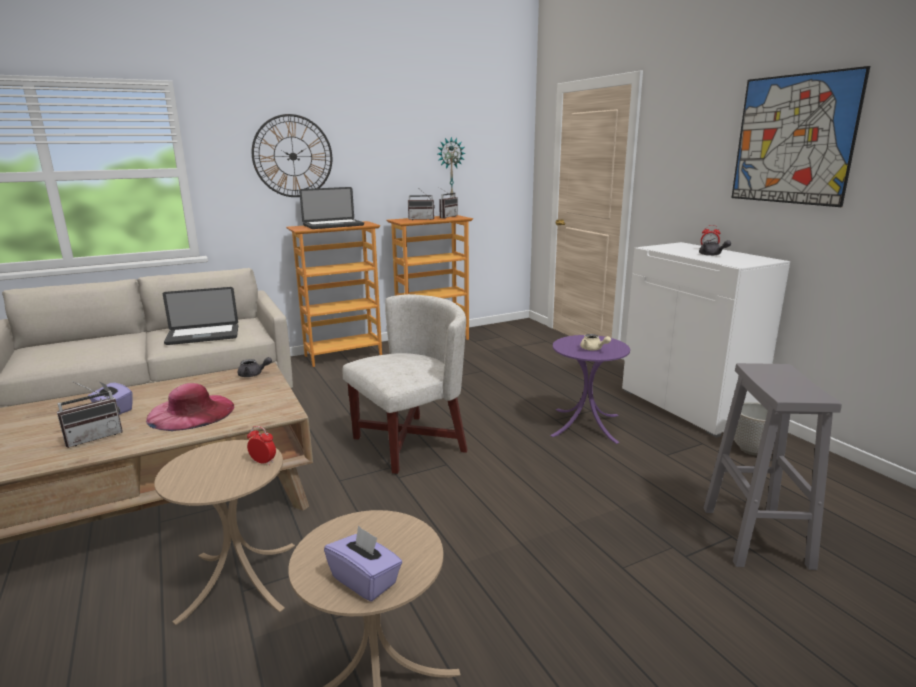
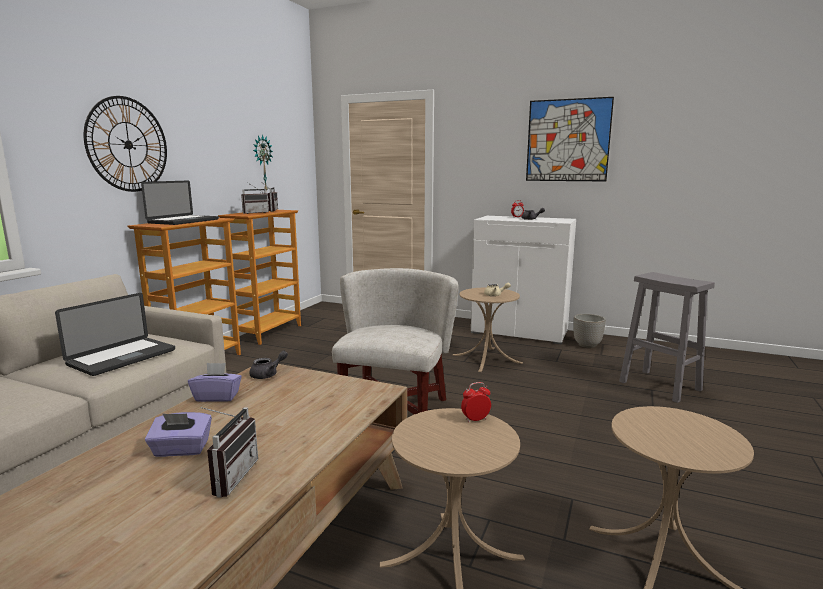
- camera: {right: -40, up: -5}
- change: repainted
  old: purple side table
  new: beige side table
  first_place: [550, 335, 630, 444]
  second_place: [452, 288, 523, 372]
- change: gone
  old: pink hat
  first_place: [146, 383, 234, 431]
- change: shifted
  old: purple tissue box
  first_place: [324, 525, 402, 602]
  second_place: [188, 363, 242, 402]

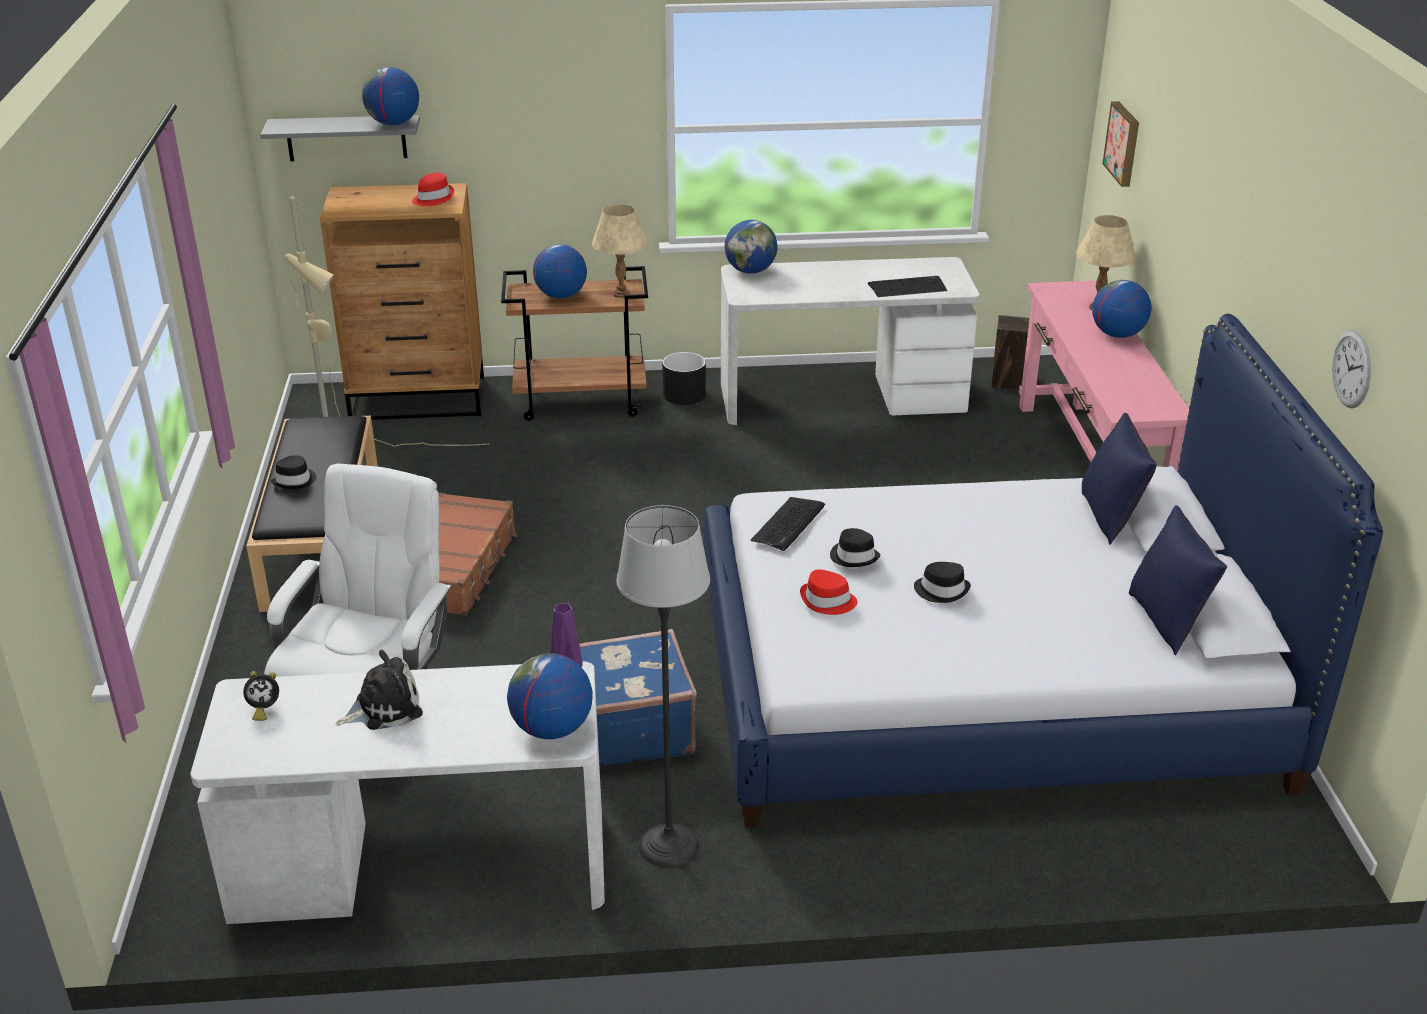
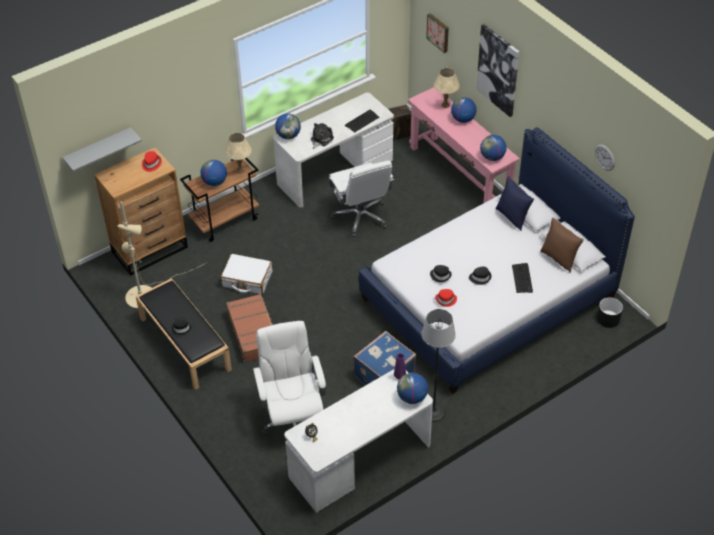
- camera: {right: -30, up: 15}
- change: shifted
  old: globe
  first_place: [362, 67, 419, 125]
  second_place: [480, 135, 507, 161]
- change: shifted
  old: black planter
  first_place: [662, 352, 706, 405]
  second_place: [597, 297, 623, 328]
- change: shifted
  old: keyboard
  first_place: [751, 497, 825, 551]
  second_place: [512, 263, 533, 293]
- change: repainted
  old: blue pillow
  new: brown pillow
  first_place: [1129, 505, 1227, 655]
  second_place: [540, 218, 584, 273]
- change: shifted
  old: plush toy
  first_place: [336, 650, 423, 730]
  second_place: [311, 123, 334, 149]
- change: new
  new: picture
  second_place: [476, 24, 519, 117]
- change: new
  new: white office chair
  second_place: [329, 160, 394, 237]
- change: new
  new: white suitcase
  second_place: [221, 254, 272, 295]

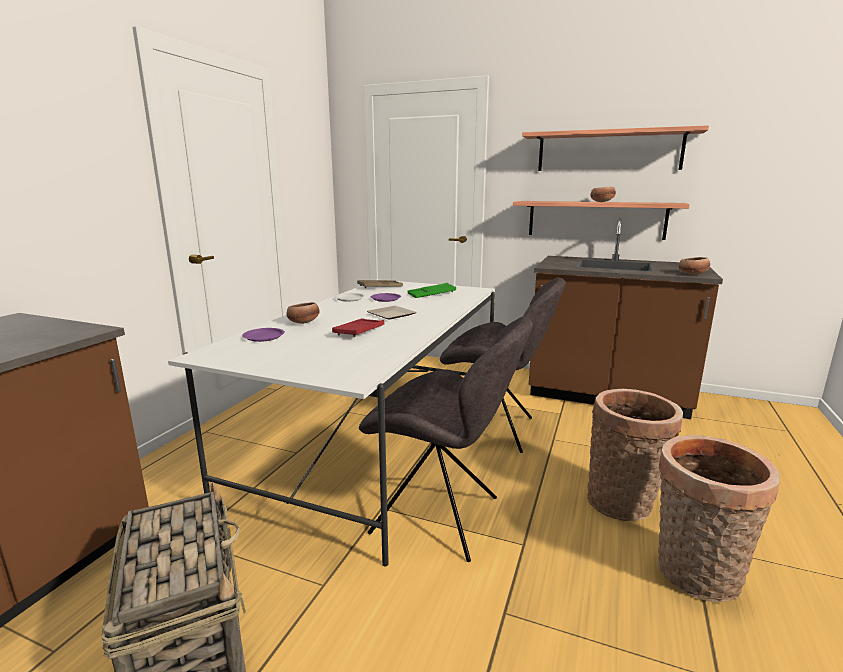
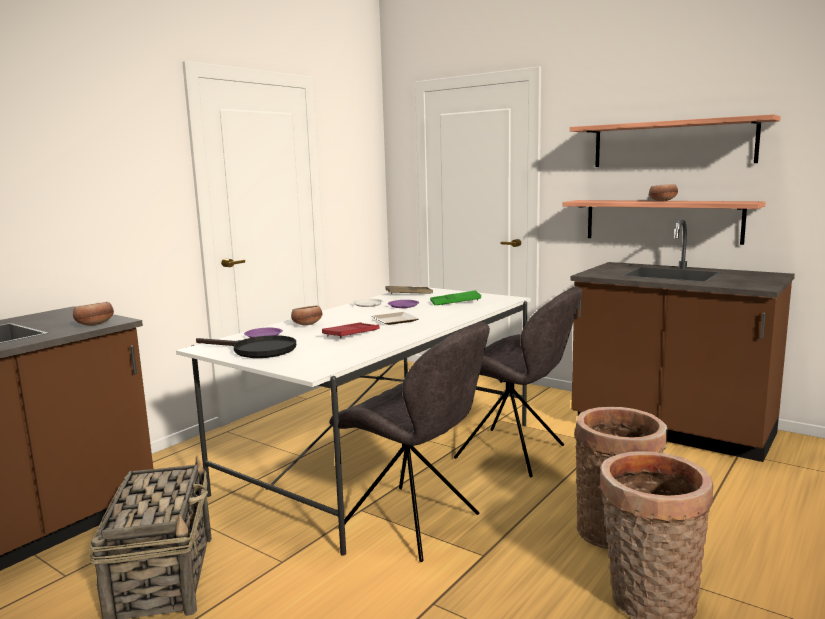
- camera: {right: 15, up: -5}
- change: shifted
  old: bowl
  first_place: [679, 257, 710, 275]
  second_place: [73, 302, 114, 326]
- change: new
  new: black frying pan
  second_place: [196, 335, 296, 358]

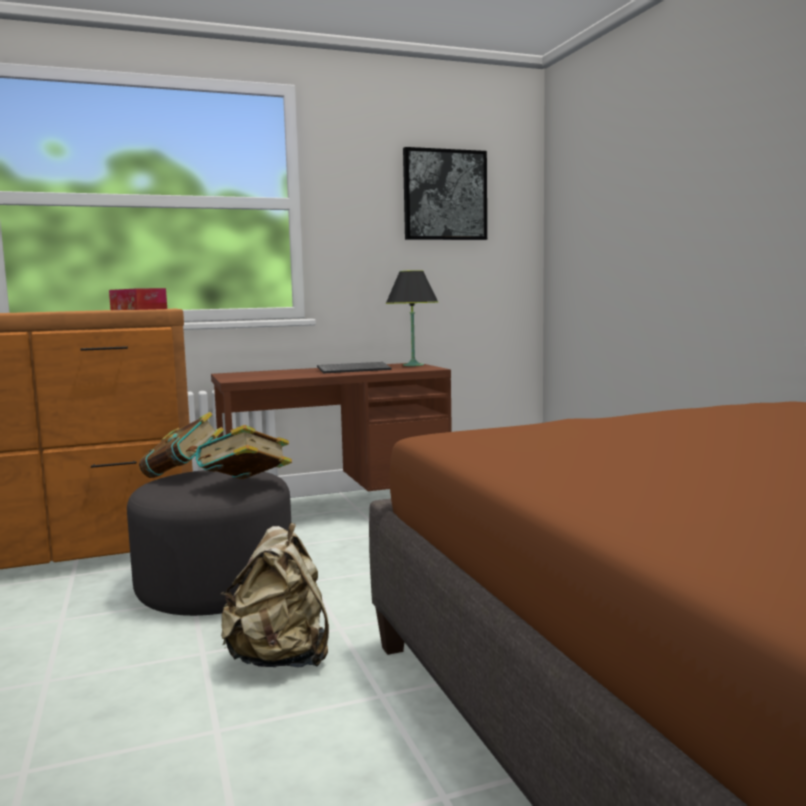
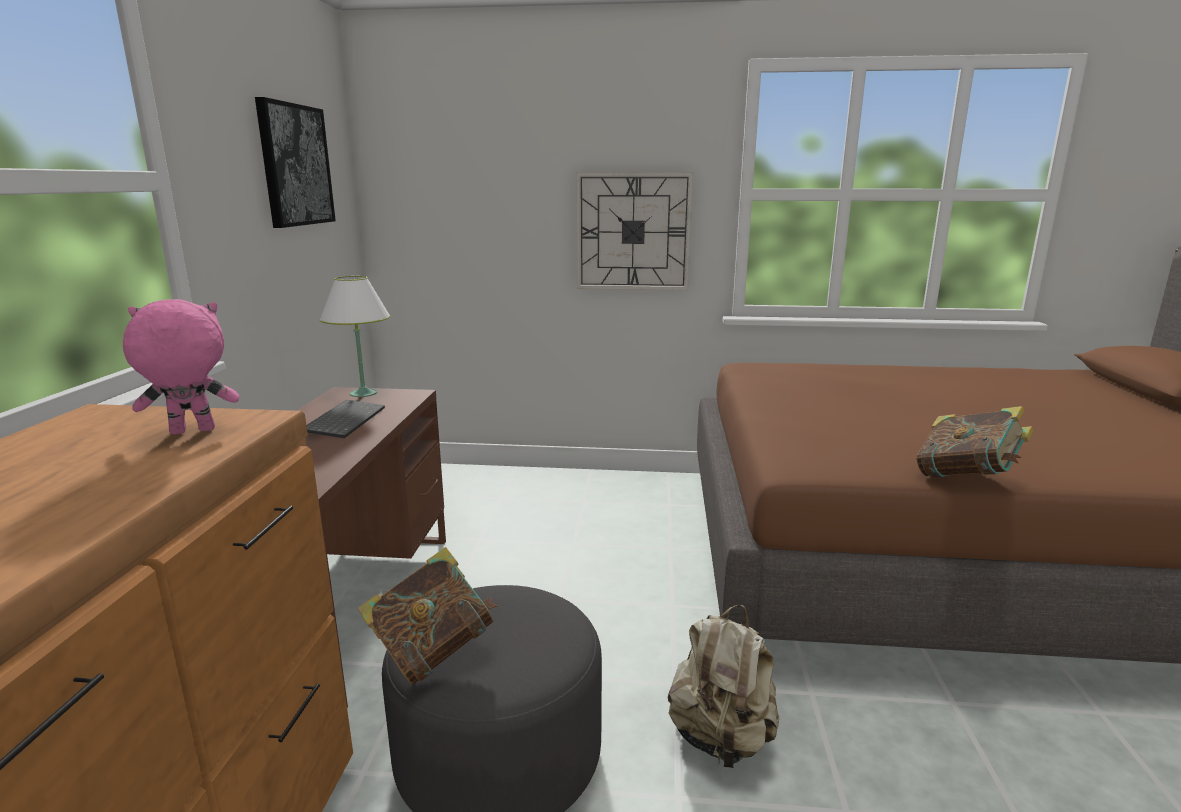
- camera: {right: -65, up: 10}
- change: repainted
  old: black table lamp
  new: white table lamp
  first_place: [386, 270, 438, 366]
  second_place: [320, 276, 390, 397]
- change: swapped
  old: tissue box
  new: pink plush toy
  first_place: [109, 288, 167, 310]
  second_place: [123, 299, 239, 434]
- change: shifted
  old: book
  first_place: [196, 425, 292, 479]
  second_place: [916, 406, 1034, 478]
- change: new
  new: wall clock
  second_place: [576, 172, 693, 290]

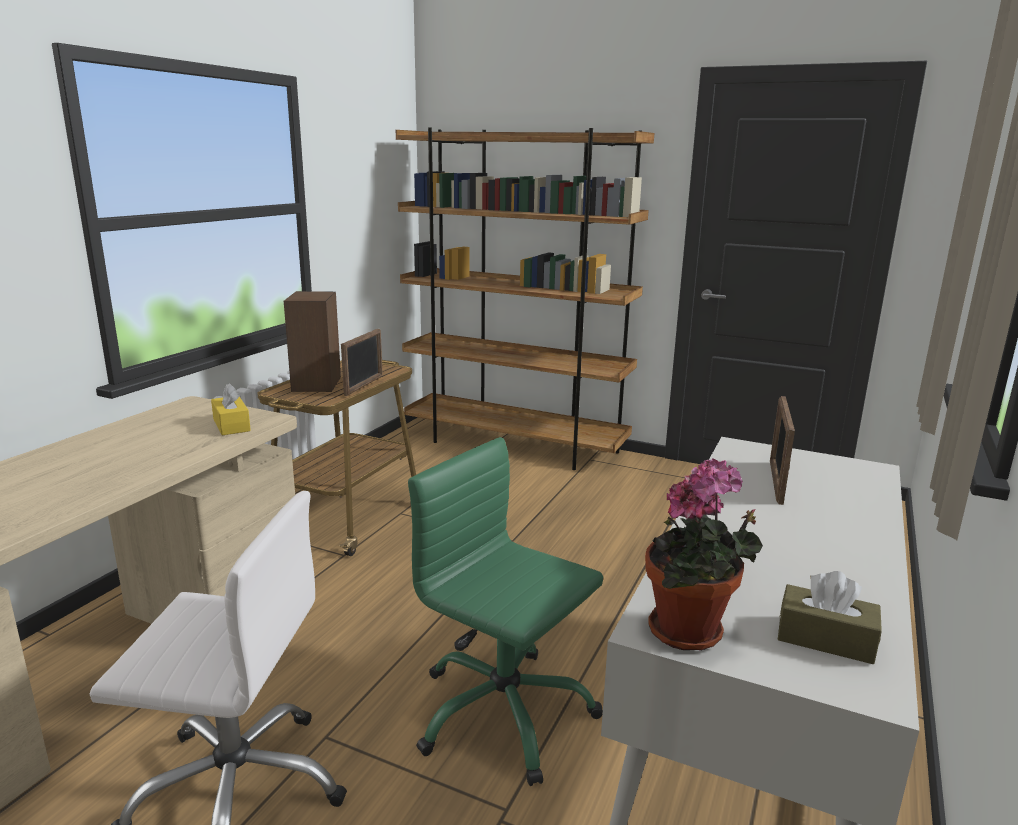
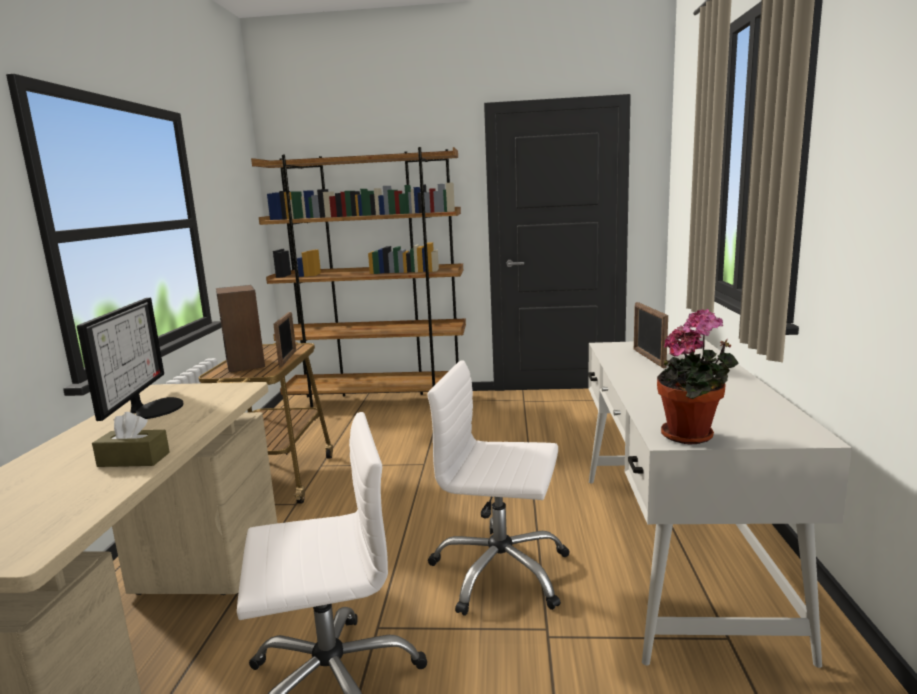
- camera: {right: -20, up: -5}
- change: gone
  old: yellow tissue box
  first_place: [211, 383, 251, 435]
- change: repainted
  old: green office chair
  new: white office chair
  first_place: [408, 437, 603, 786]
  second_place: [427, 360, 570, 616]
- change: shifted
  old: brown tissue box
  first_place: [778, 571, 882, 664]
  second_place: [92, 412, 170, 467]
- change: new
  new: monitor
  second_place: [77, 298, 184, 421]

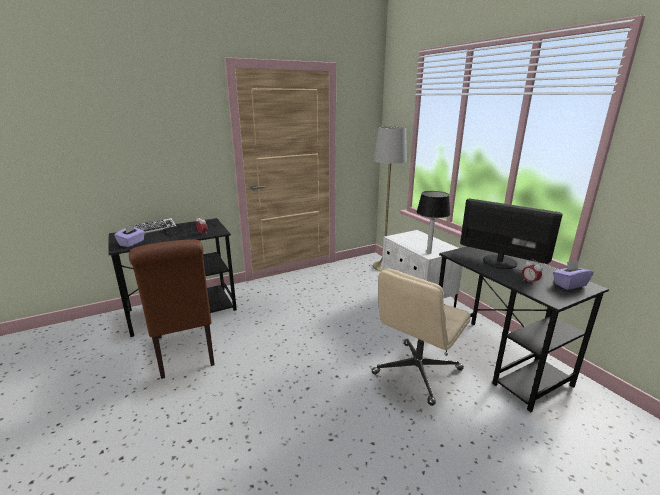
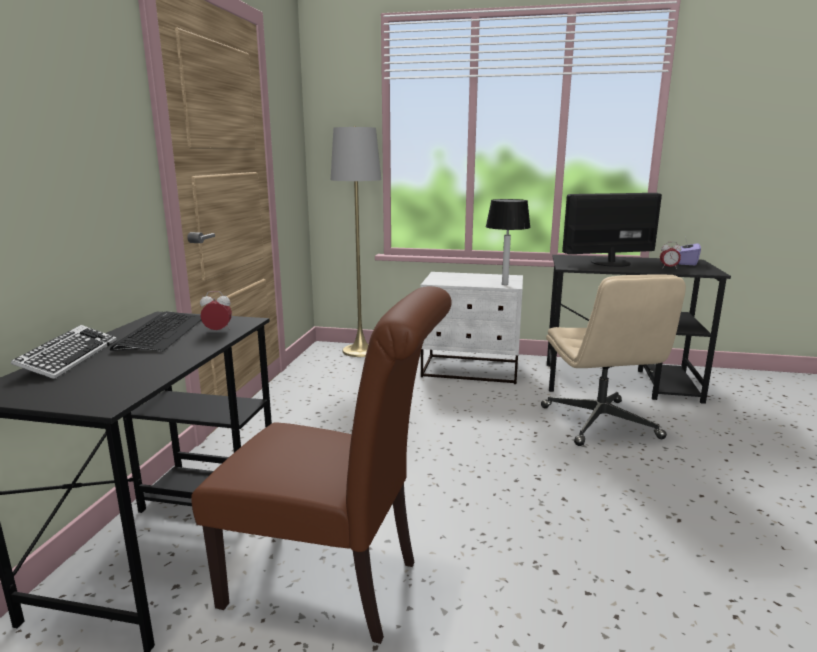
- camera: {right: -50, up: -5}
- change: gone
  old: purple tissue box
  first_place: [114, 224, 145, 247]

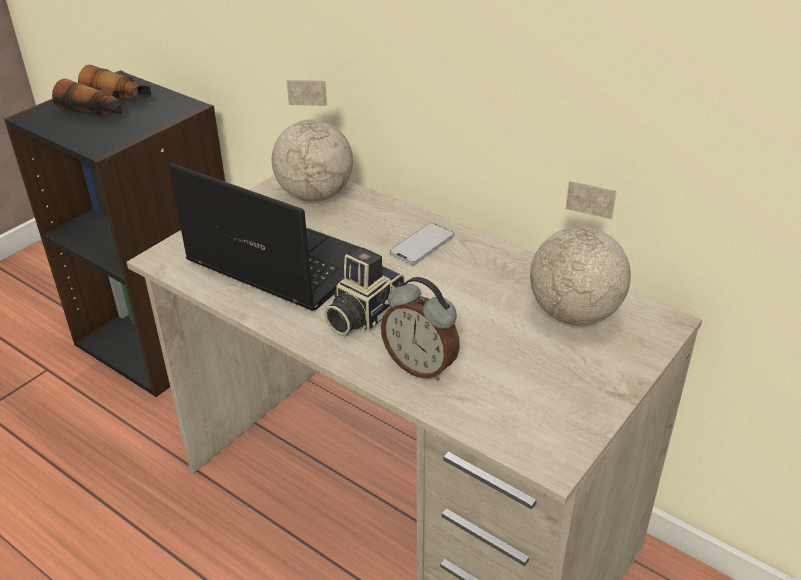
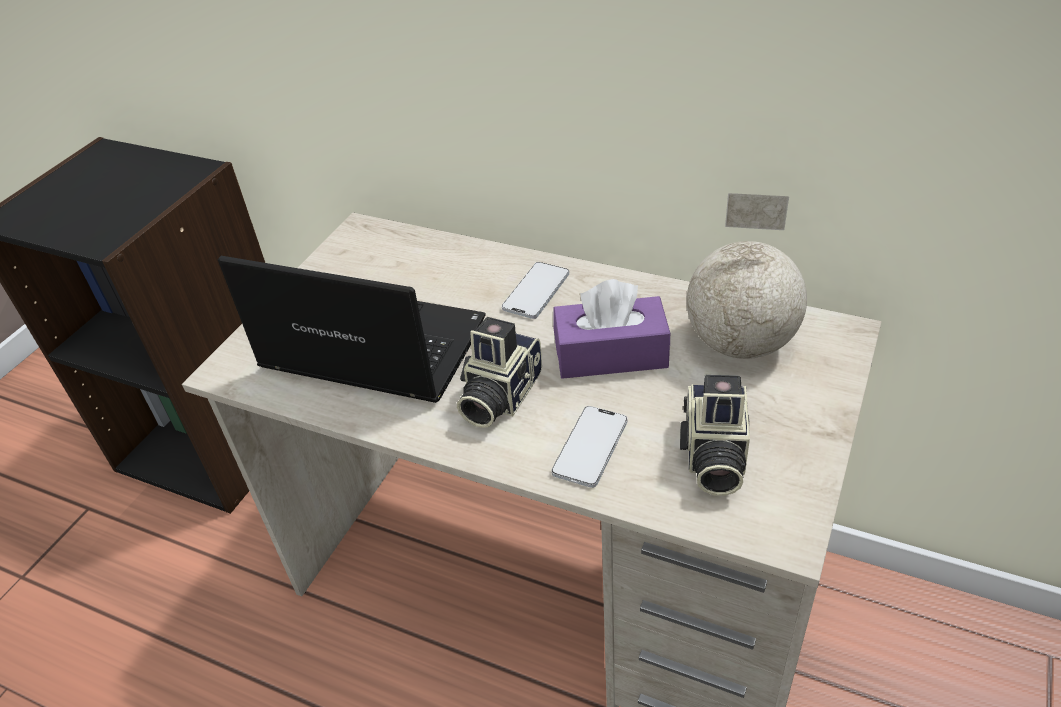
- camera: {right: -10, up: 5}
- change: gone
  old: binoculars
  first_place: [52, 65, 151, 115]
- change: gone
  old: globe
  first_place: [272, 80, 353, 202]
- change: swapped
  old: alarm clock
  new: phone
  first_place: [381, 277, 460, 381]
  second_place: [551, 406, 627, 488]
- change: new
  new: purple tissue box
  second_place: [553, 279, 670, 379]
- change: new
  new: photo camera
  second_place: [680, 375, 750, 496]

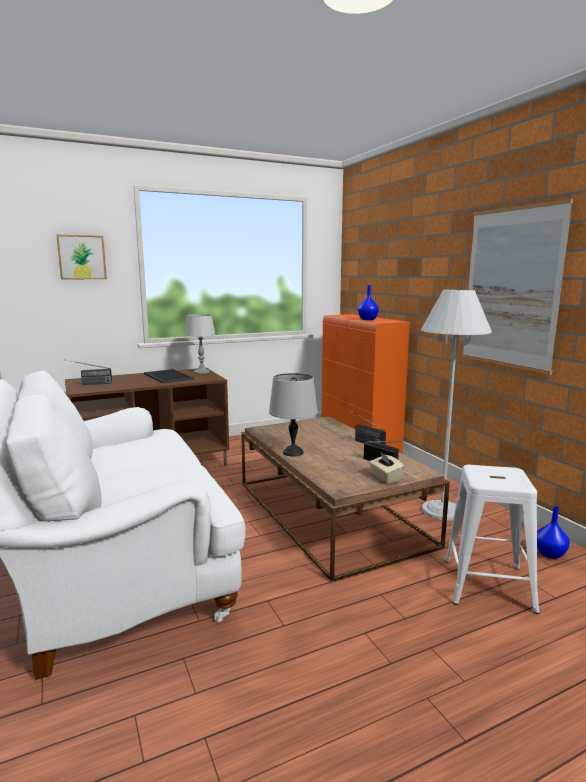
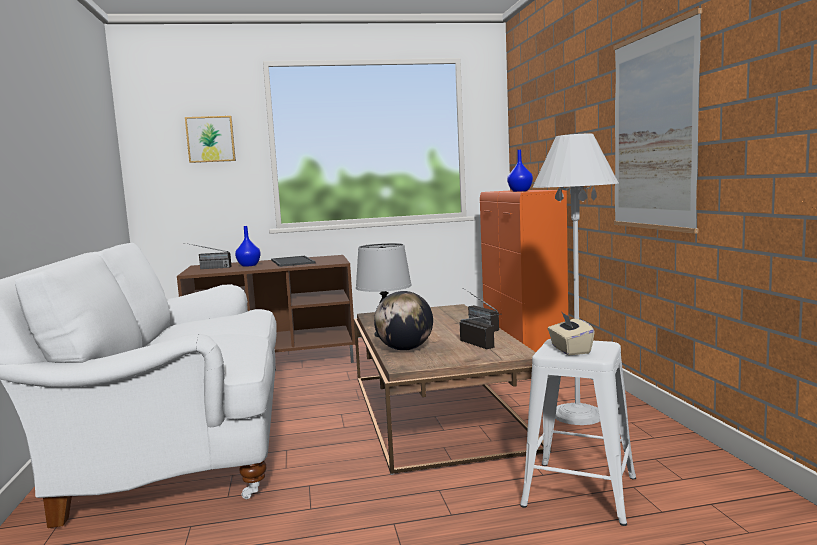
- camera: {right: 15, up: -5}
- change: gone
  old: grey table lamp
  first_place: [185, 314, 215, 374]
- change: shifted
  old: beige tissue box
  first_place: [369, 453, 405, 484]
  second_place: [548, 313, 595, 355]
- change: shifted
  old: blue vase
  first_place: [537, 506, 570, 559]
  second_place: [235, 226, 261, 267]
- change: new
  new: globe
  second_place: [374, 291, 433, 351]

